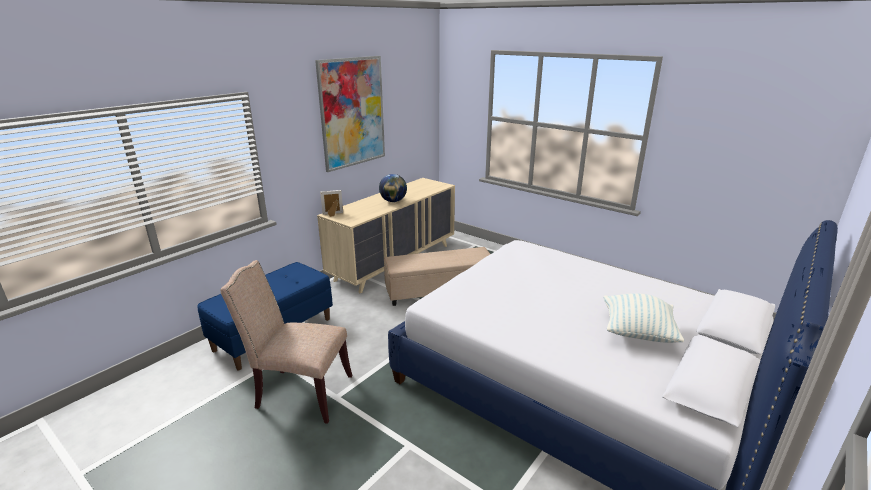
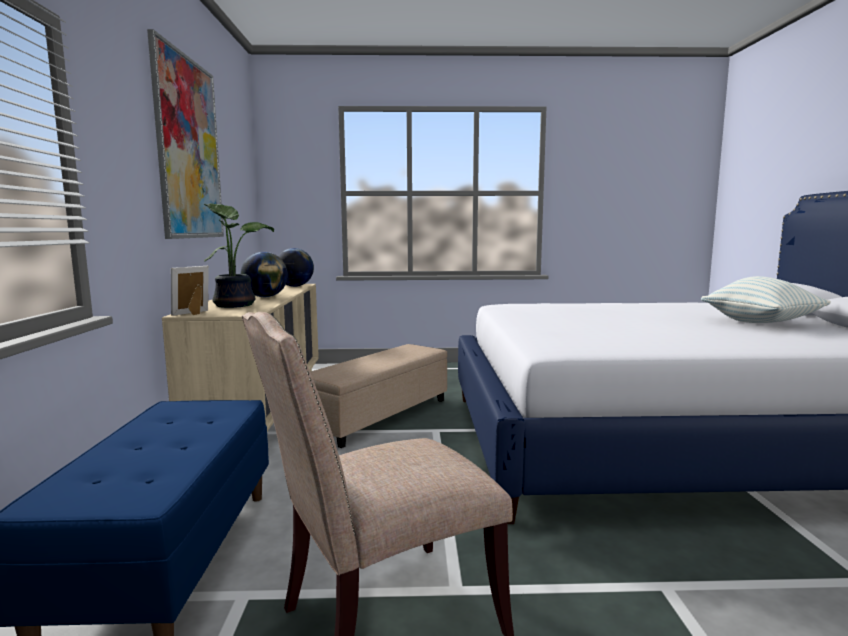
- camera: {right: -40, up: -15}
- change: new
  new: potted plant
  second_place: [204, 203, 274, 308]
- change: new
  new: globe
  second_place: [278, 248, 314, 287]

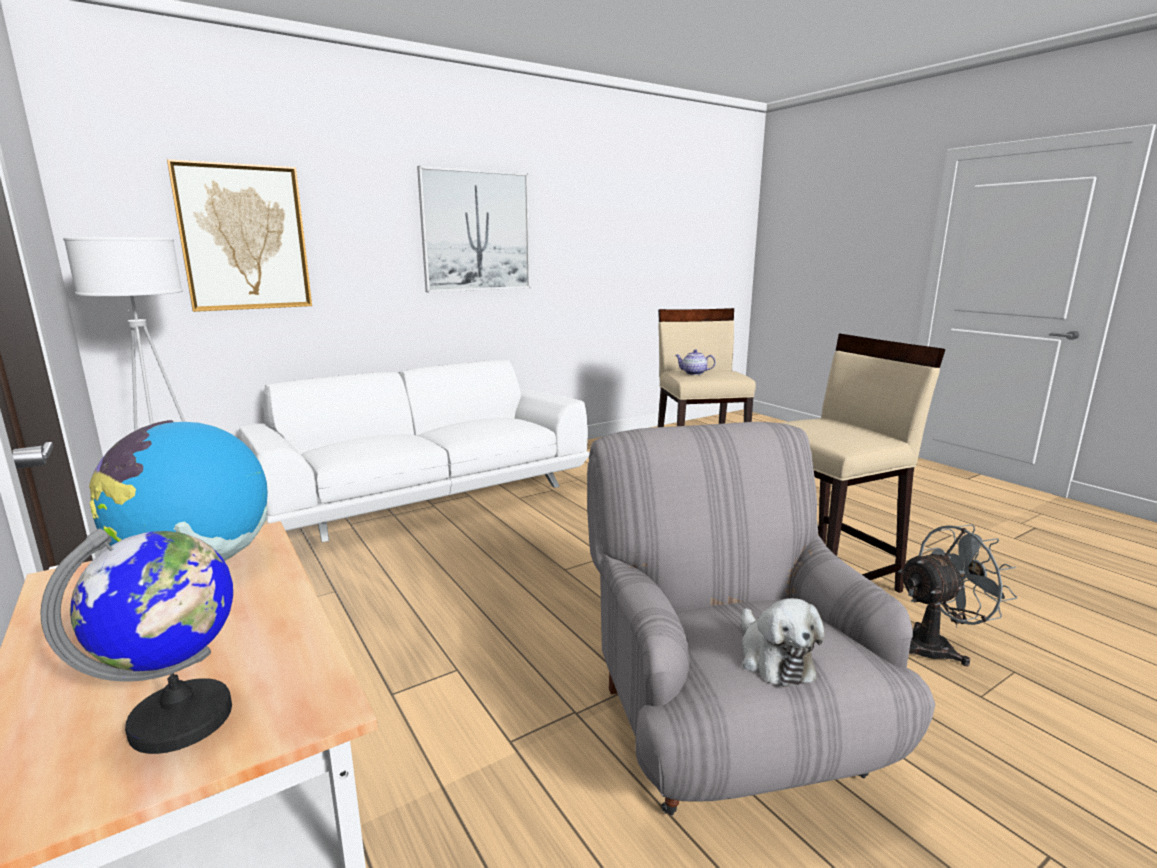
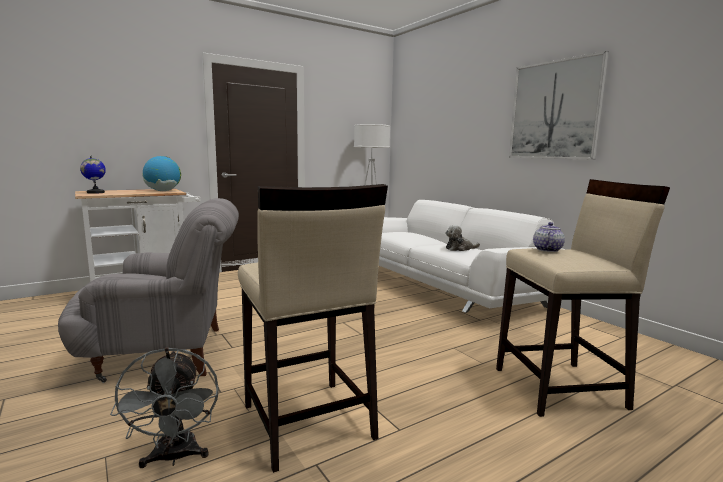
- camera: {right: 90, up: -5}
- change: gone
  old: picture
  first_place: [167, 159, 312, 312]
- change: shifted
  old: plush toy
  first_place: [741, 598, 825, 687]
  second_place: [445, 225, 480, 251]

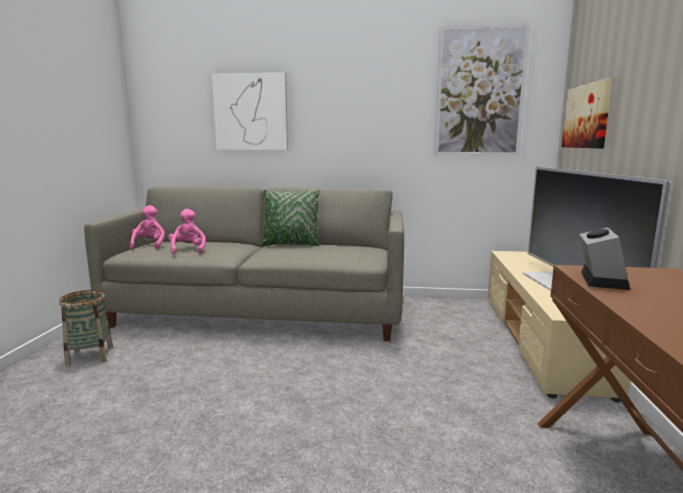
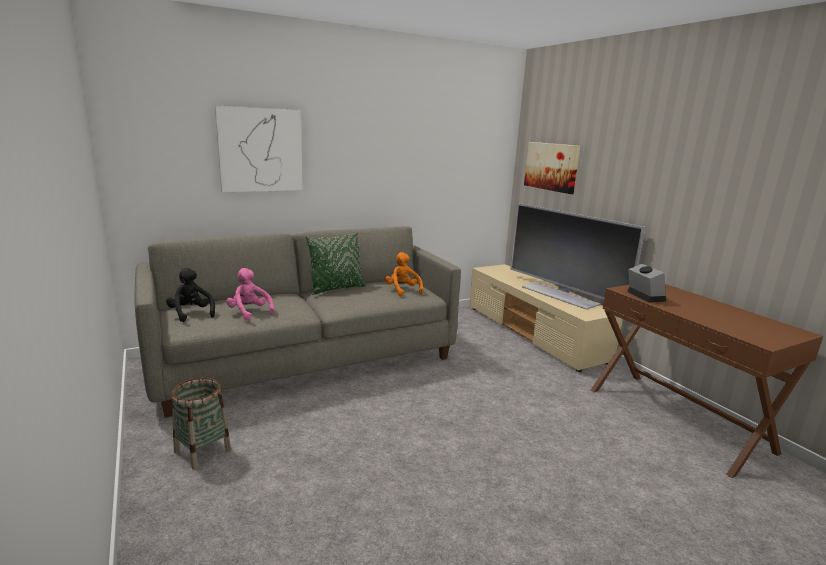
- camera: {right: -35, up: 5}
- change: gone
  old: picture
  first_place: [434, 23, 531, 156]
- change: repainted
  old: pink plush toy
  new: black plush toy
  first_place: [130, 205, 165, 249]
  second_place: [166, 268, 215, 322]
- change: new
  new: orange plush toy
  second_place: [385, 252, 423, 296]

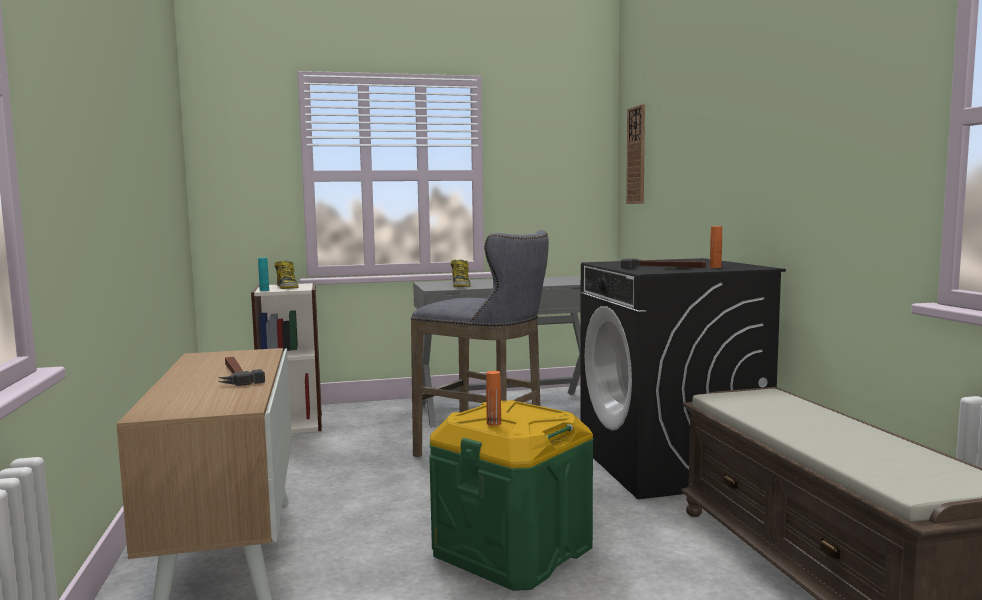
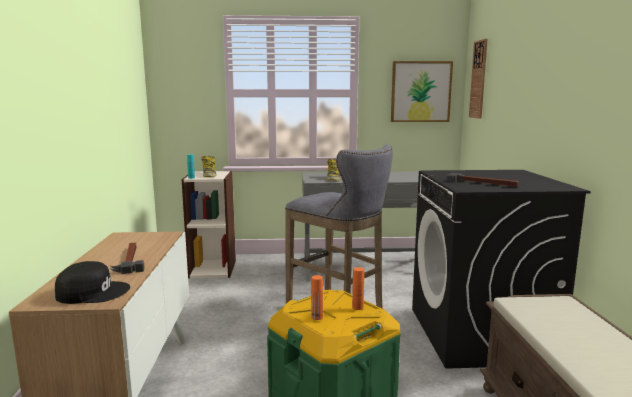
- camera: {right: 10, up: 5}
- change: shifted
  old: orange bottle
  first_place: [710, 226, 722, 268]
  second_place: [352, 267, 364, 310]
- change: new
  new: picture
  second_place: [391, 61, 453, 122]
- change: new
  new: black cap
  second_place: [55, 261, 130, 304]

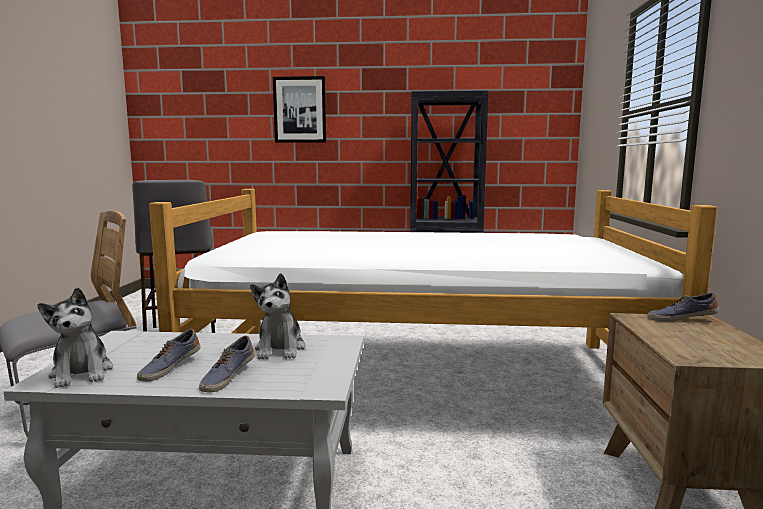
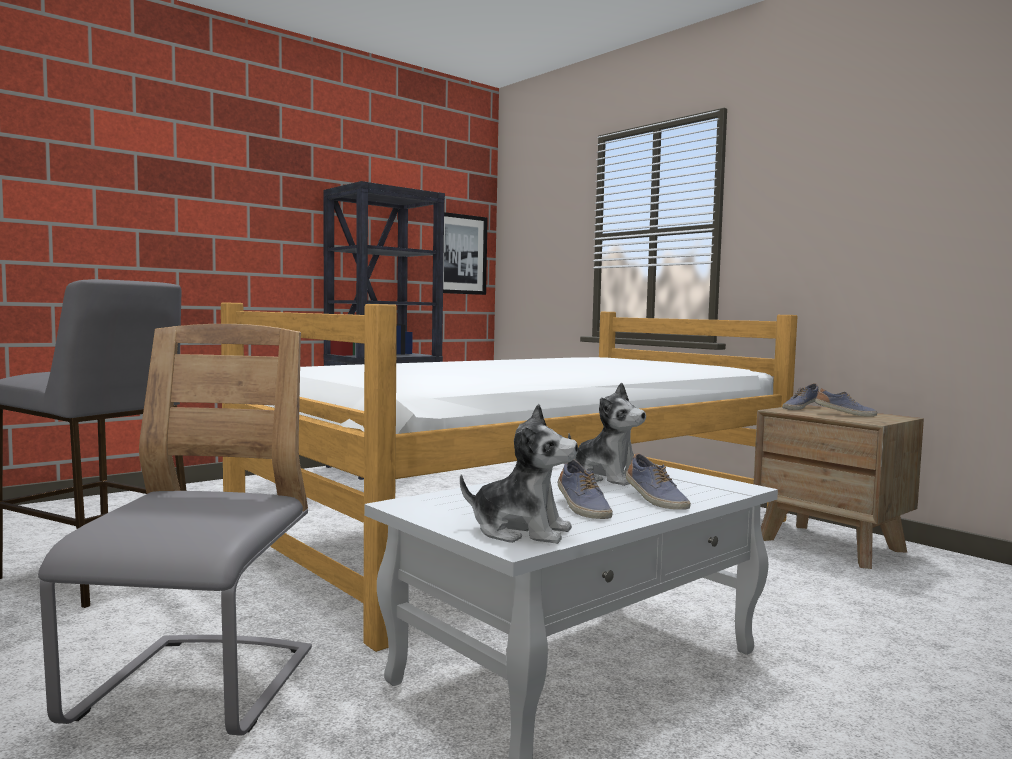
- camera: {right: -45, up: -5}
- change: shifted
  old: picture
  first_place: [273, 76, 326, 143]
  second_place: [443, 212, 488, 295]
- change: new
  new: shoe
  second_place: [815, 388, 877, 416]

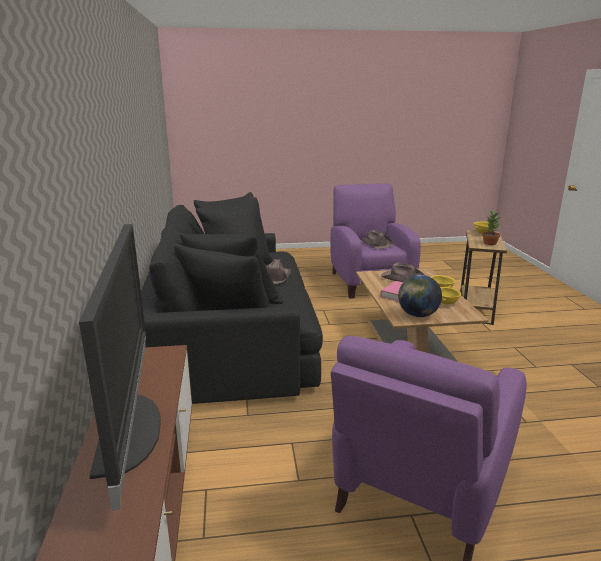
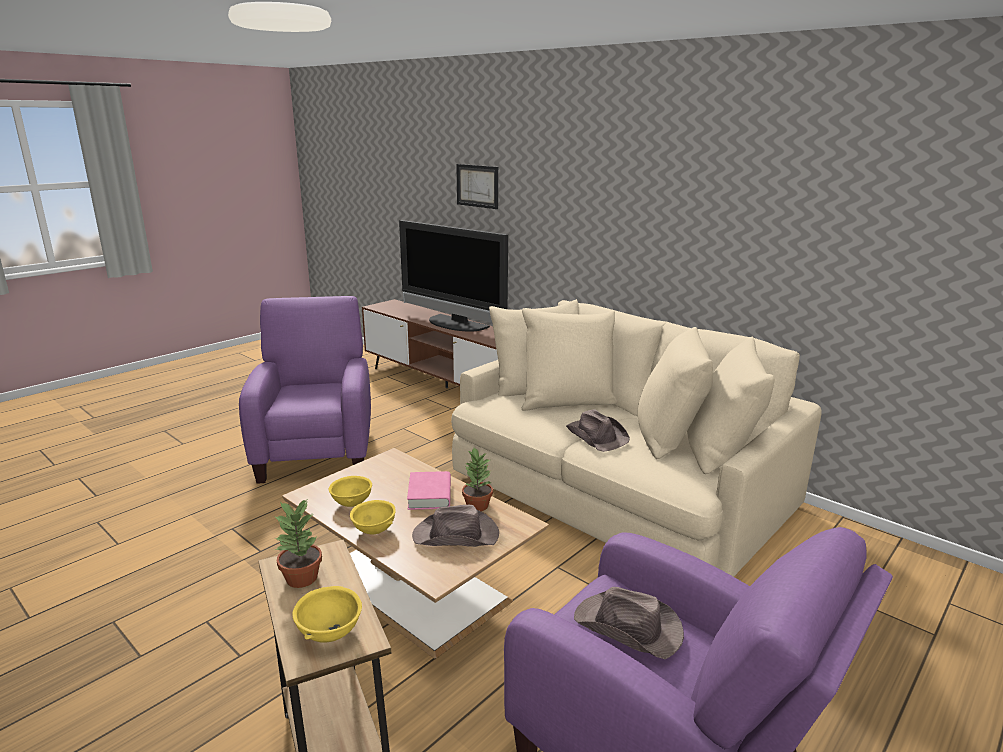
- camera: {right: 140, up: 0}
- change: repainted
  old: black sofa
  new: beige sofa
  first_place: [141, 192, 323, 404]
  second_place: [451, 299, 821, 577]
- change: gone
  old: globe
  first_place: [398, 275, 442, 317]
- change: new
  new: picture
  second_place: [456, 164, 498, 209]
- change: new
  new: potted plant
  second_place: [462, 448, 493, 511]

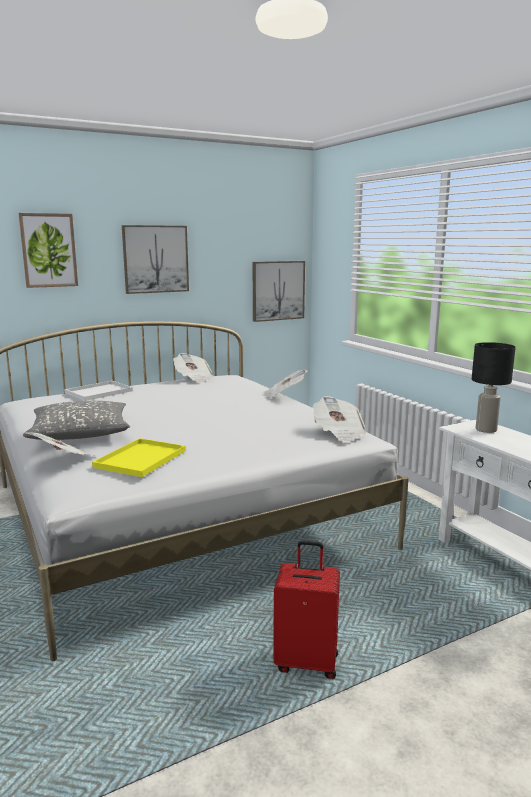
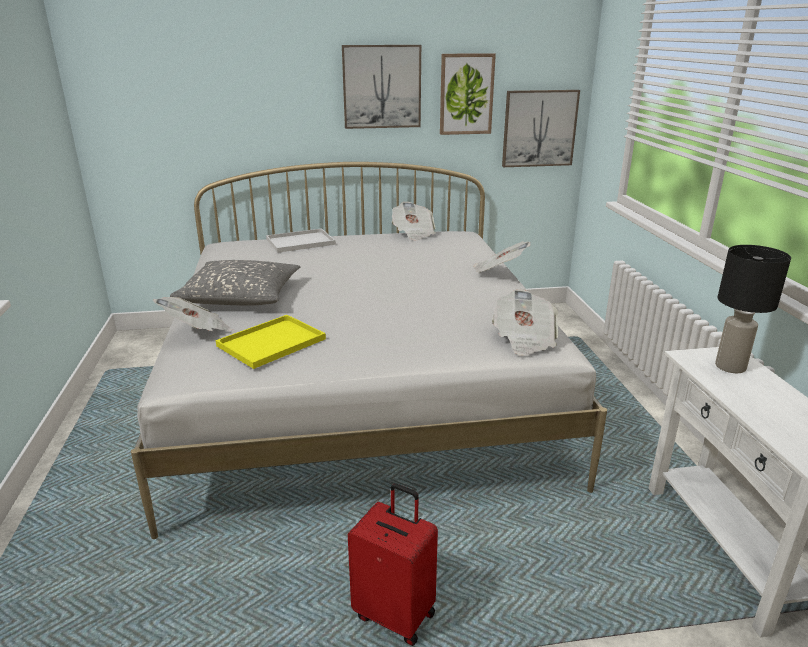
- camera: {right: 20, up: 10}
- change: shifted
  old: picture
  first_place: [19, 213, 78, 288]
  second_place: [440, 53, 496, 135]

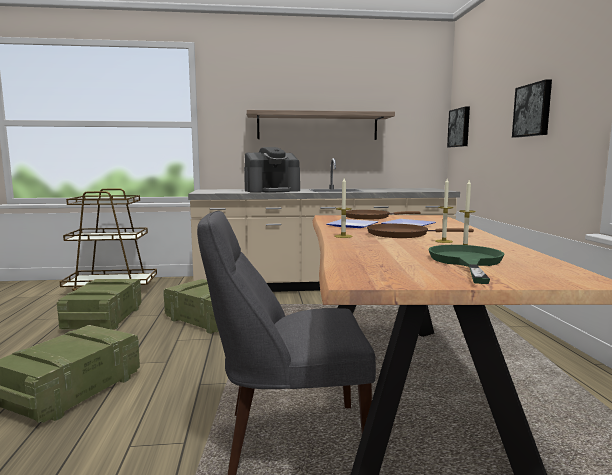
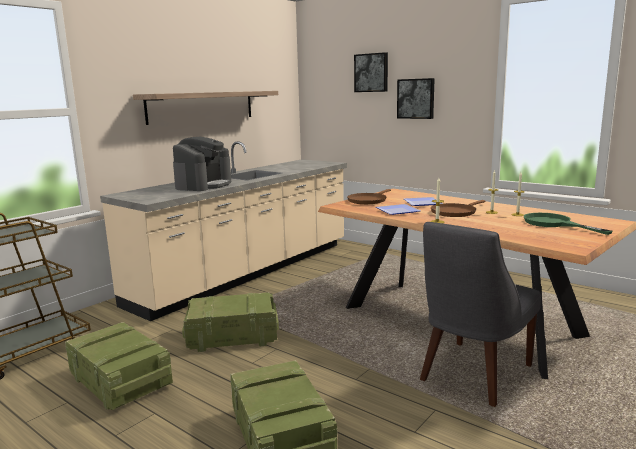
- camera: {right: -45, up: 5}
- change: shifted
  old: picture
  first_place: [447, 106, 470, 147]
  second_place: [354, 52, 388, 92]

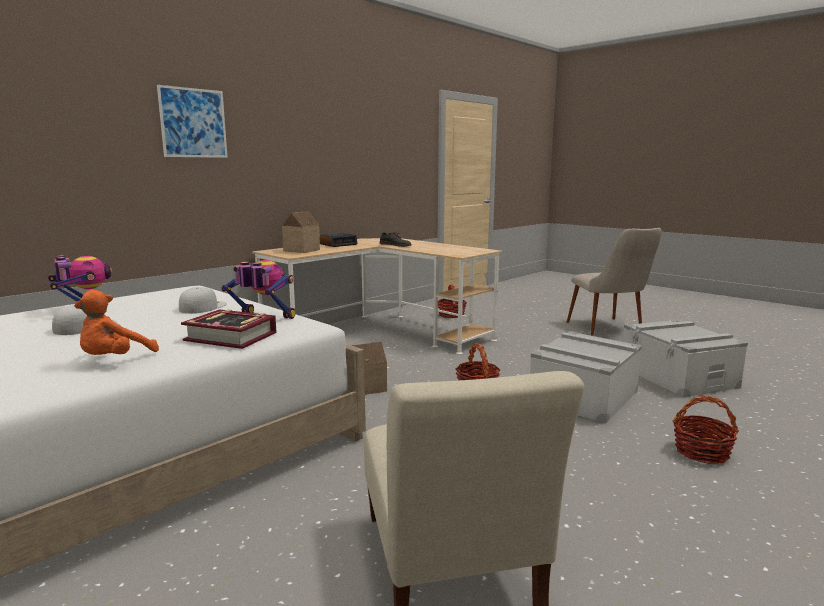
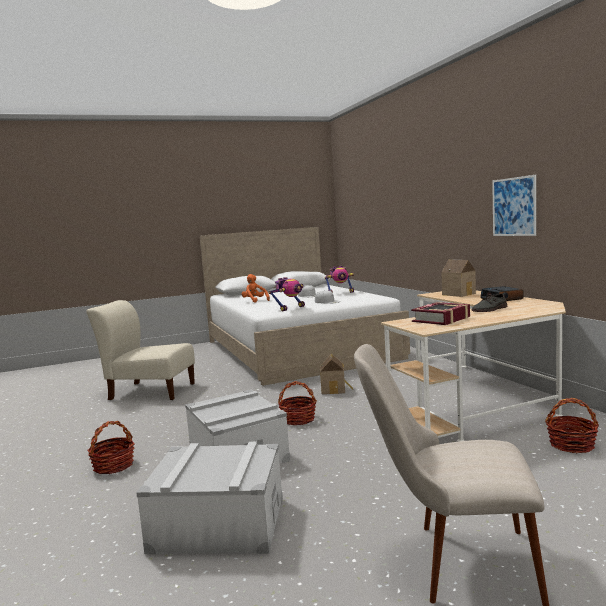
- camera: {right: 115, up: -5}
- change: shifted
  old: picture
  first_place: [157, 85, 228, 158]
  second_place: [492, 175, 536, 236]
- change: shifted
  old: book
  first_place: [181, 309, 277, 349]
  second_place: [411, 302, 470, 325]

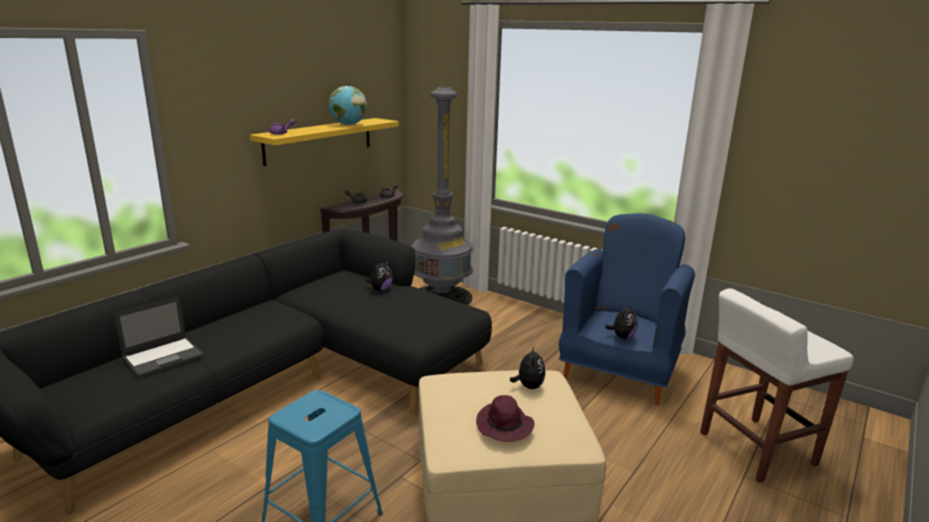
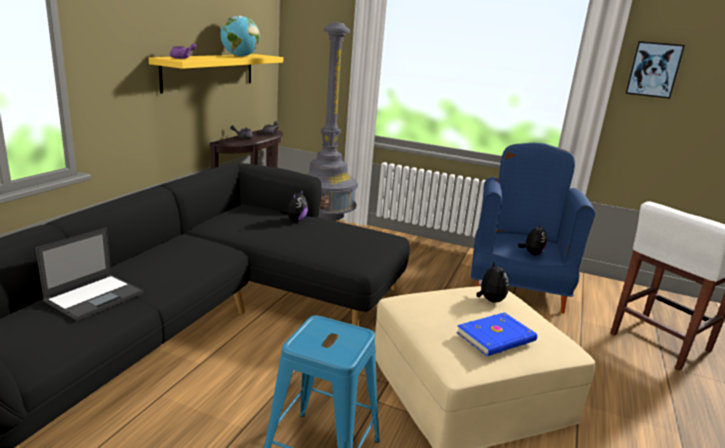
- camera: {right: -15, up: 0}
- change: swapped
  old: purple hat
  new: blue book
  first_place: [476, 395, 534, 442]
  second_place: [456, 312, 537, 356]
- change: new
  new: picture
  second_place: [625, 41, 685, 99]

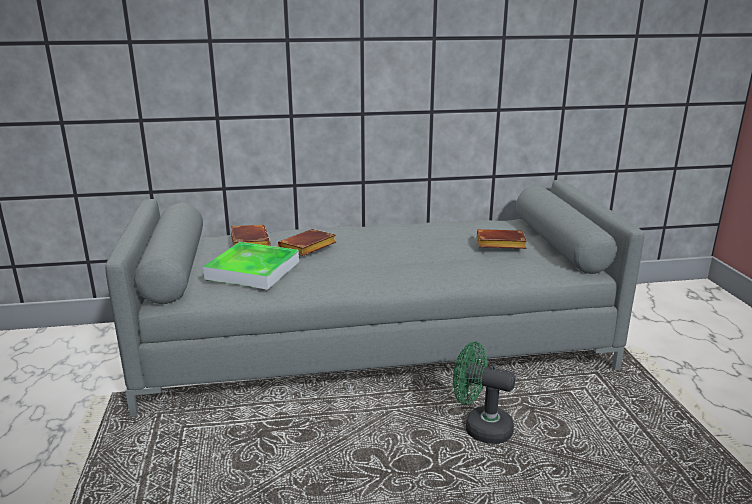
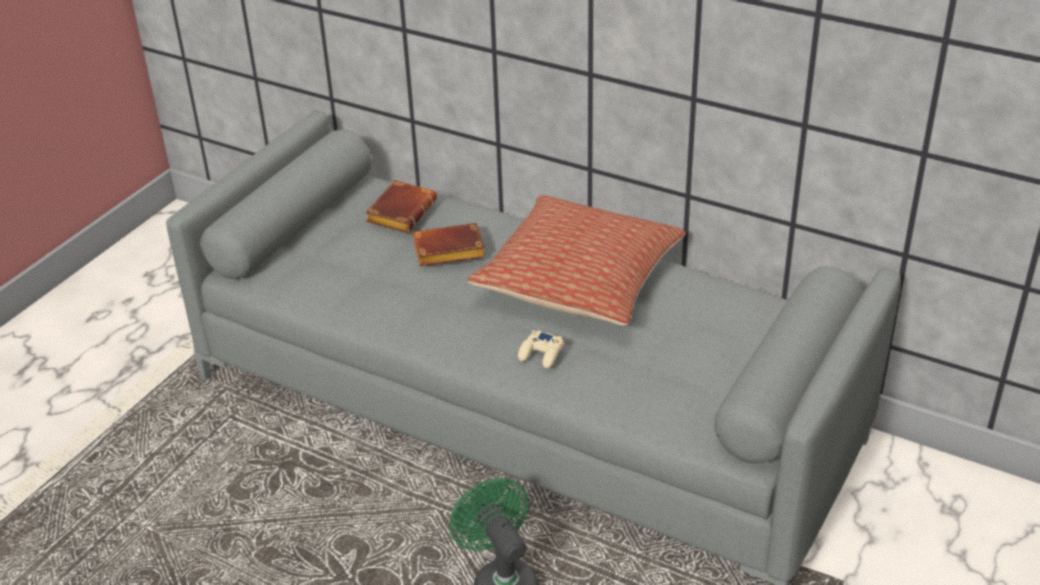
- camera: {right: 40, up: 15}
- change: gone
  old: brown book
  first_place: [477, 229, 527, 249]
- change: gone
  old: tray
  first_place: [203, 242, 299, 289]
- change: new
  new: pillow
  second_place: [467, 195, 686, 326]
- change: new
  new: beige game controller
  second_place: [518, 330, 564, 368]

